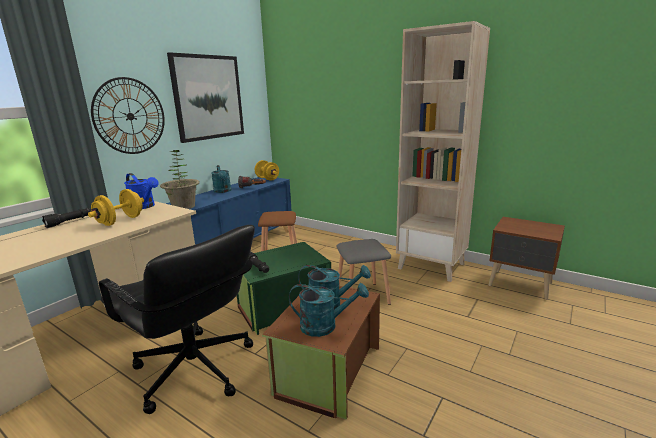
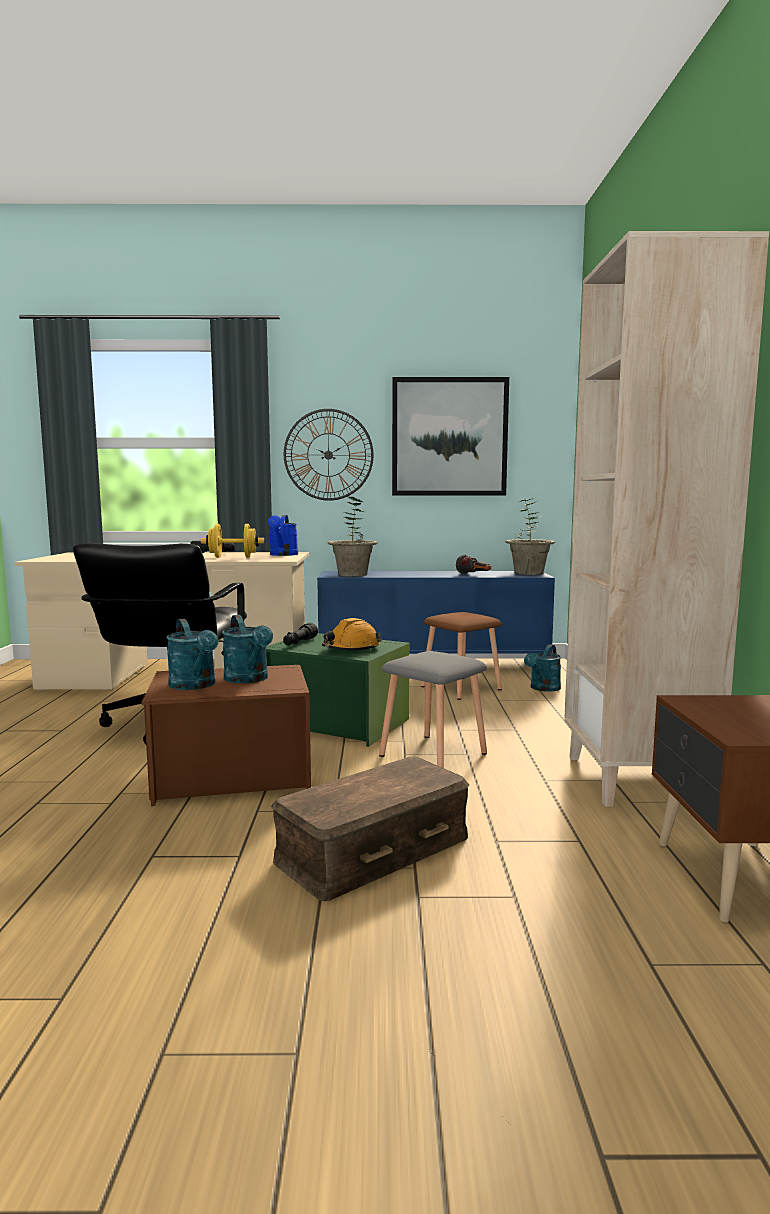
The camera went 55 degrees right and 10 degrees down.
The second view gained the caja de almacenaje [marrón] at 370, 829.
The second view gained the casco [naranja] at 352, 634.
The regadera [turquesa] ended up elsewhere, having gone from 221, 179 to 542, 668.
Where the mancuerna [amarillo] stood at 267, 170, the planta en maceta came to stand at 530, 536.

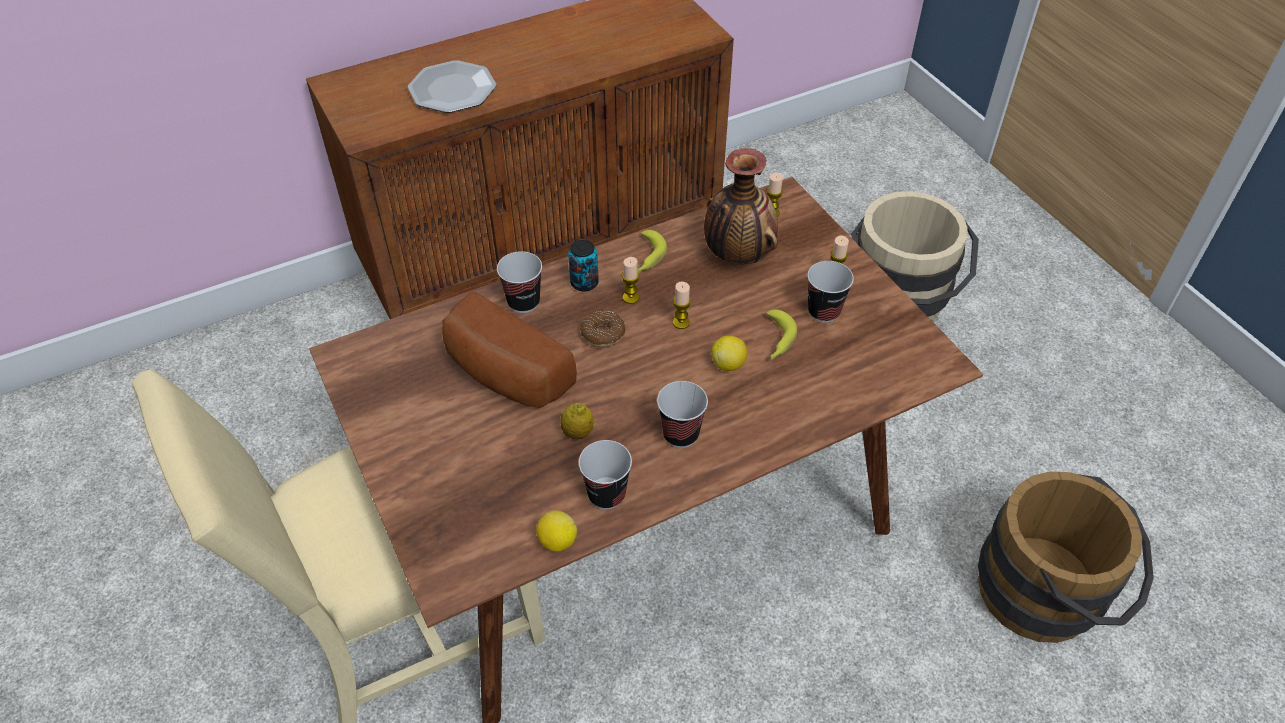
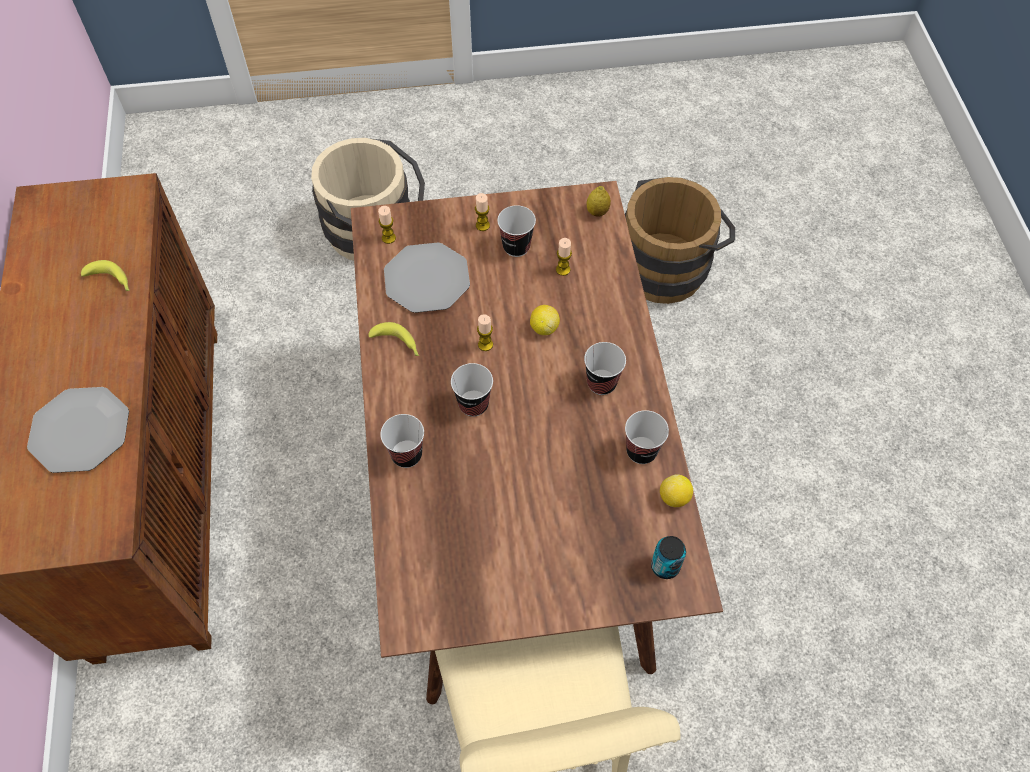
The camera went 70 degrees left and 10 degrees up.
The second view lost the pan at 509, 350.
The limón ended up elsewhere, having gone from 577, 421 to 599, 201.
The lata ended up elsewhere, having gone from 583, 266 to 668, 557.
The vela ended up elsewhere, having gone from 630, 280 to 564, 257.
The plátano ended up elsewhere, having gone from 781, 334 to 105, 275.
Where the rosquilla stood at 603, 329, the taza came to stand at 472, 390.
Where the florero stood at 741, 206, the plato came to stand at 427, 277.

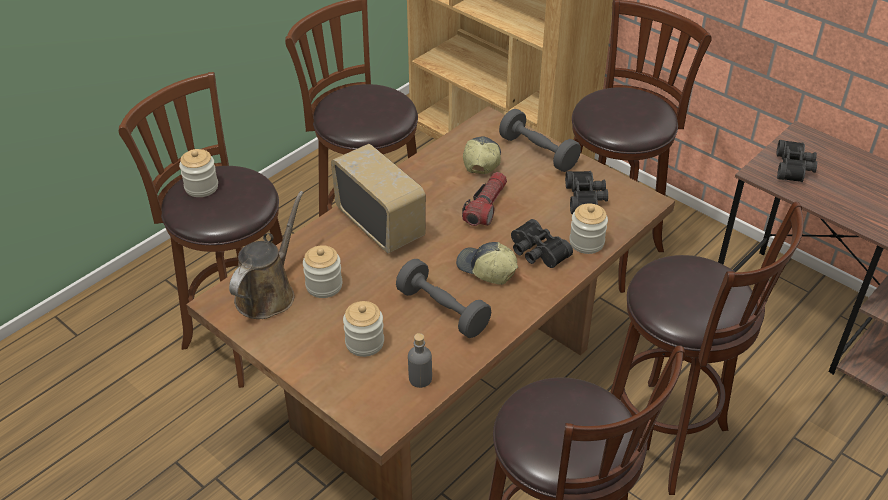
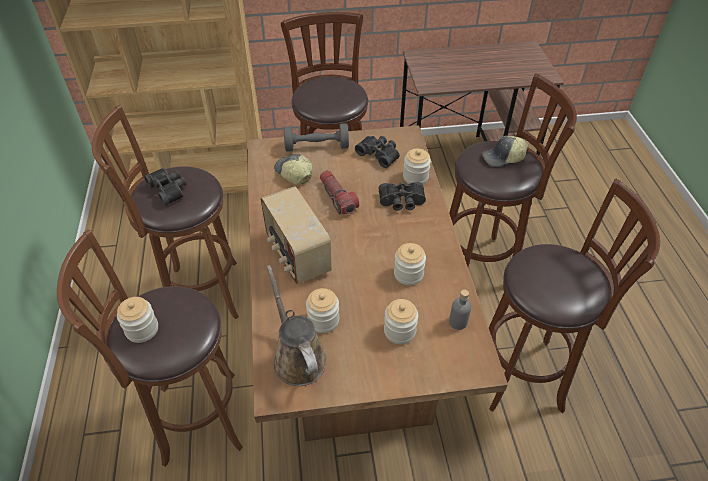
The camera went 50 degrees left and 5 degrees up.
The gorra ended up elsewhere, having gone from 487, 263 to 504, 151.
The prismáticos [negro] ended up elsewhere, having gone from 796, 161 to 165, 187.
Where the mancuerna [gris] stood at 443, 298, the tarro came to stand at 410, 264.
The radio at 378, 198 ended up facing another way, 120 degrees counterclockwise from before.

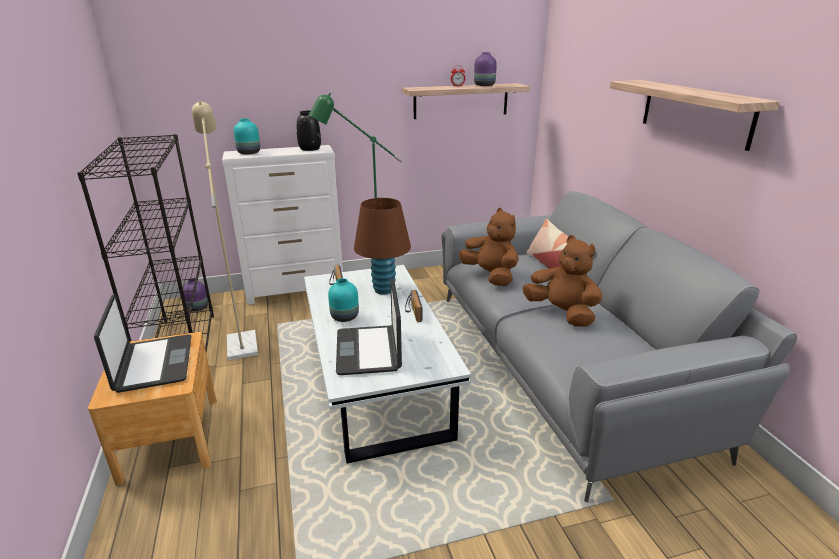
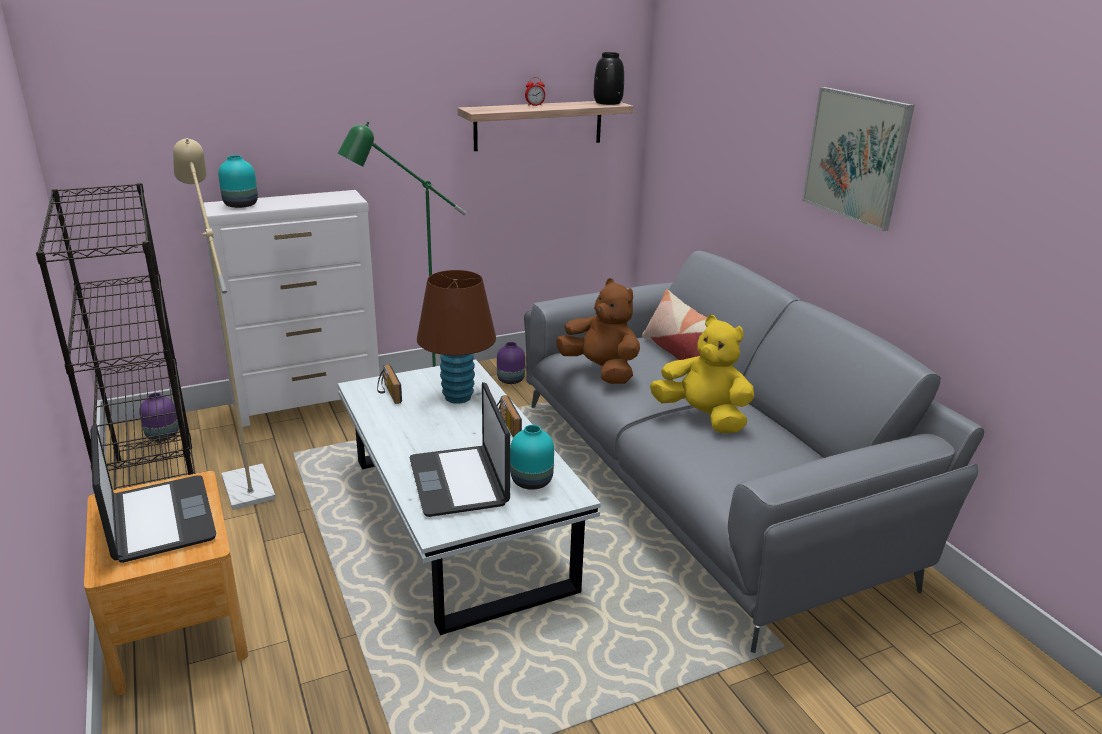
The camera went 10 degrees left and 0 degrees up.
The florero [negro] ended up elsewhere, having gone from 309, 131 to 609, 78.
The florero [turquesa] ended up elsewhere, having gone from 343, 300 to 532, 457.
The florero [morado] ended up elsewhere, having gone from 485, 69 to 511, 363.
Where the estante hung at 695, 115, the cuadro came to hang at 858, 159.
What was the peluche [marrón] at 562, 281 turned into the peluche [amarillo] at 702, 374.

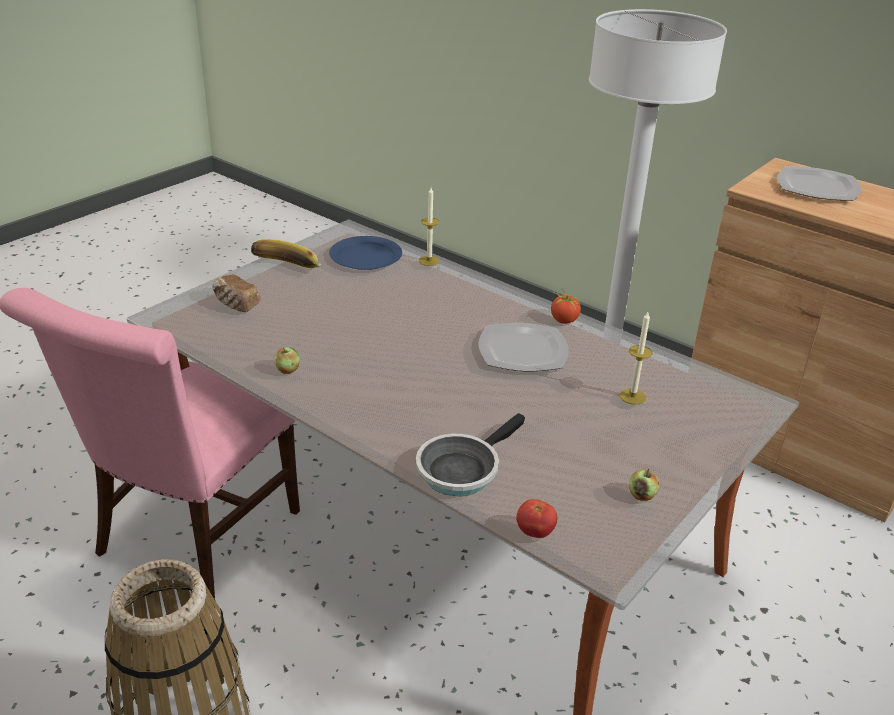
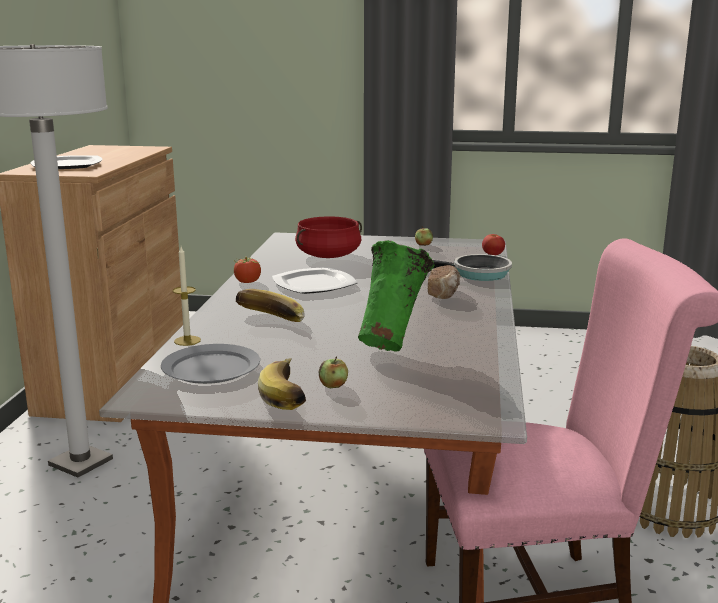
The camera went 120 degrees left and 15 degrees down.
The second view gained the plátano at 270, 305.
The second view gained the florero [verde] at 396, 296.
The pan ended up elsewhere, having gone from 236, 293 to 444, 282.
The manzana ended up elsewhere, having gone from 287, 360 to 333, 372.
Where the vela stood at 636, 358, the olla [rojo] came to stand at 328, 237.
What was the plato [azul] at 365, 253 turned into the plato [gris] at 210, 364.

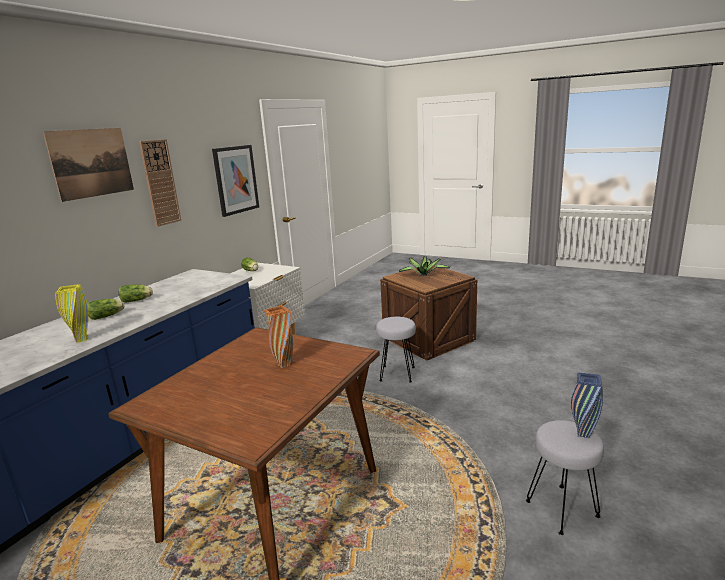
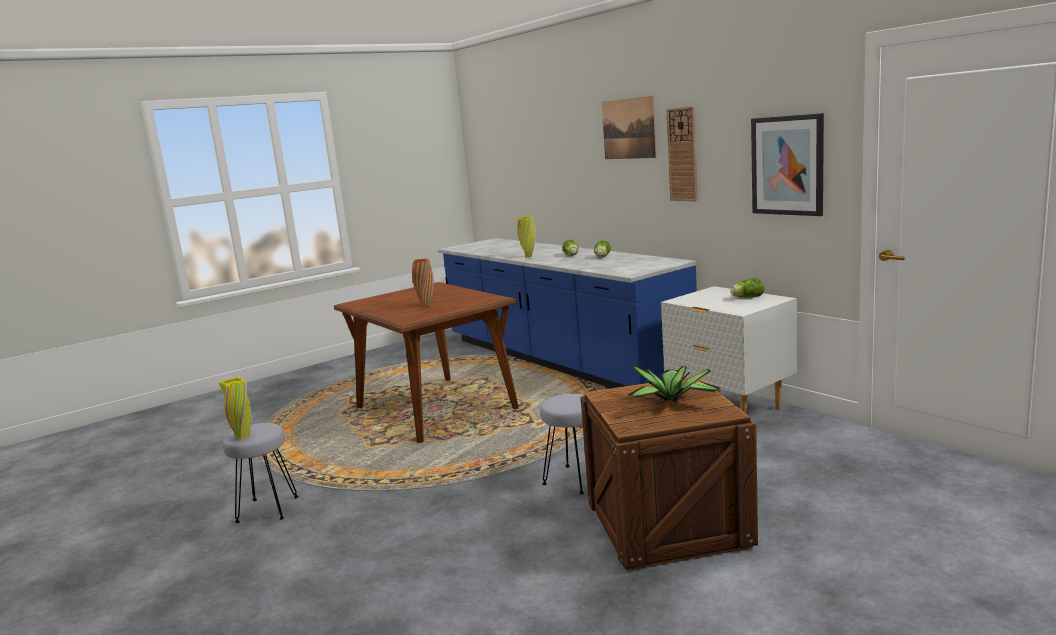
The camera went 115 degrees right and 5 degrees down.
What was the florero [azul] at 587, 405 turned into the florero [amarillo] at 235, 408.

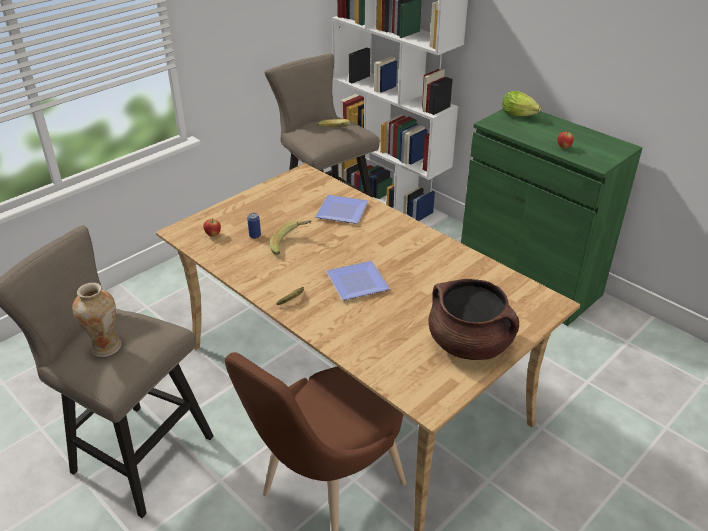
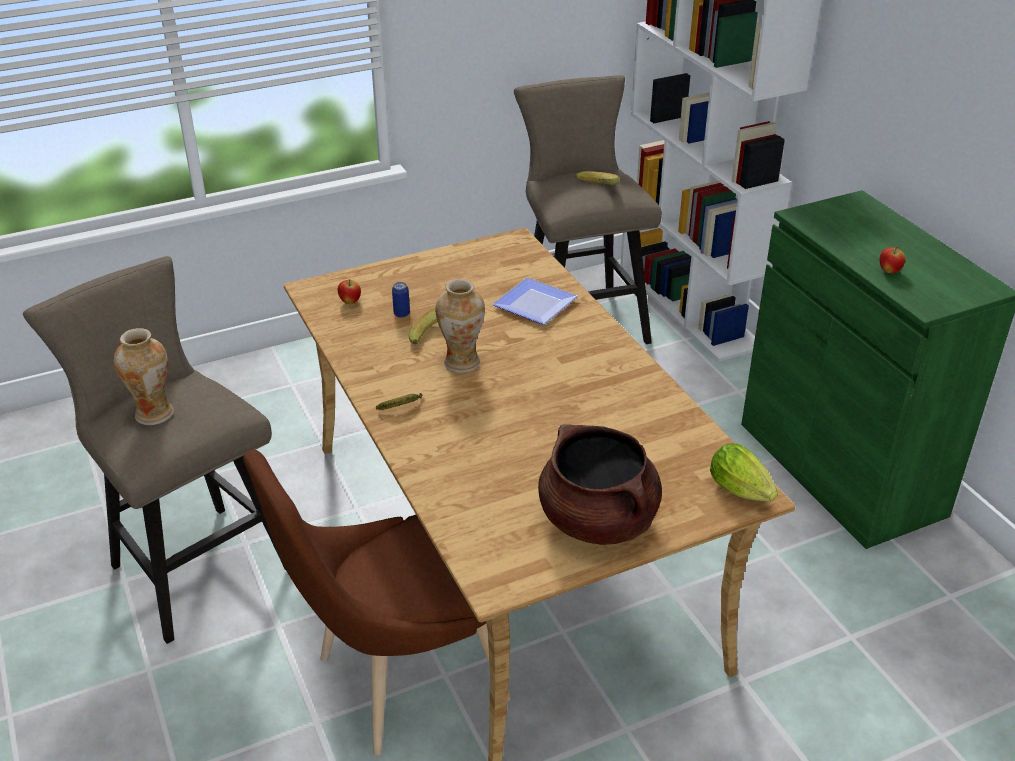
The camera went 20 degrees right and 0 degrees up.
The second view lost the plato at 358, 280.
The second view gained the florero at 460, 326.
The lechuga ended up elsewhere, having gone from 521, 104 to 744, 472.

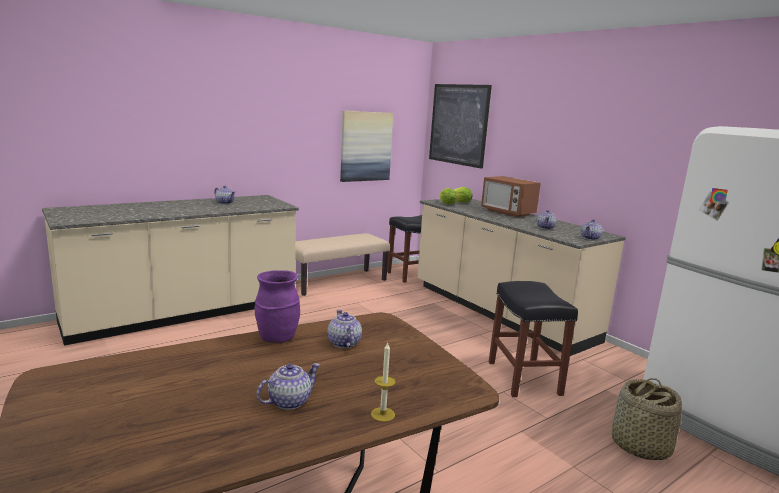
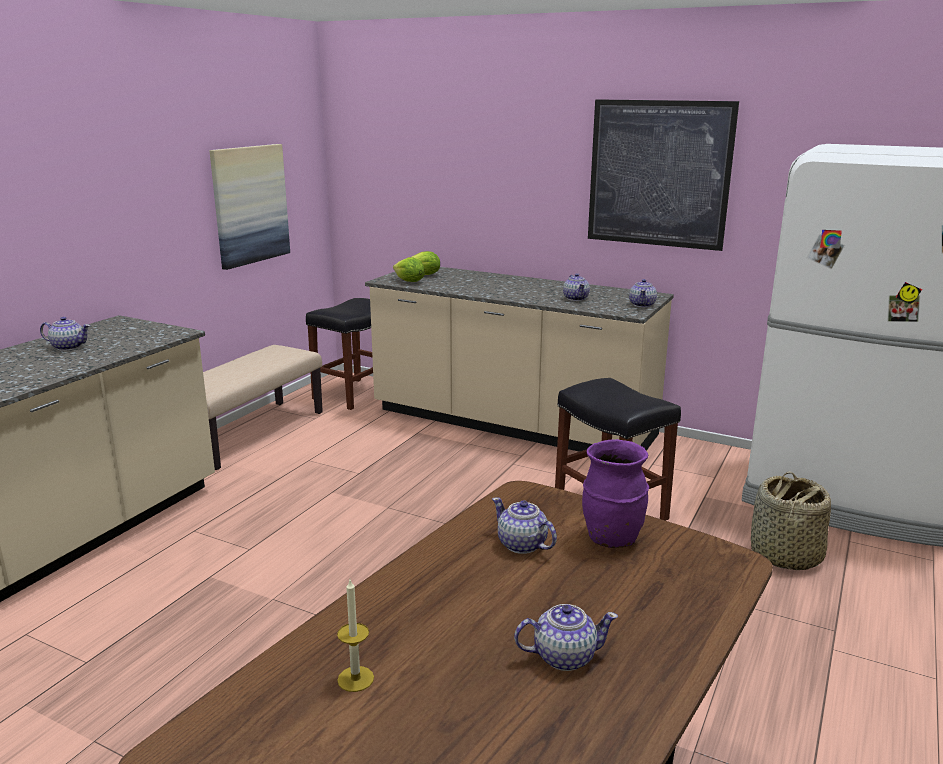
The camera went 25 degrees left and 5 degrees up.
The second view lost the microondas at 511, 196.
The florero [morado] ended up elsewhere, having gone from 277, 306 to 615, 493.
The vela ended up elsewhere, having gone from 383, 382 to 355, 636.
The cuadro ended up elsewhere, having gone from 460, 126 to 663, 175.
The tetera at 288, 386 ended up facing another way, 60 degrees clockwise from before.

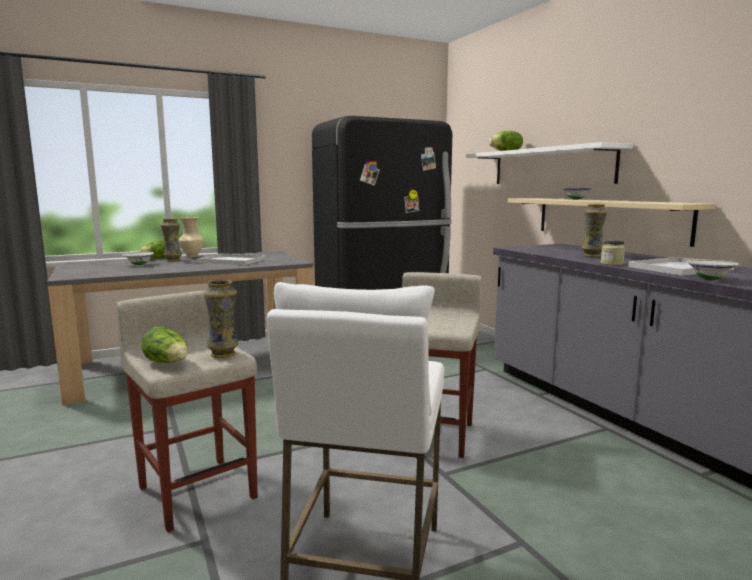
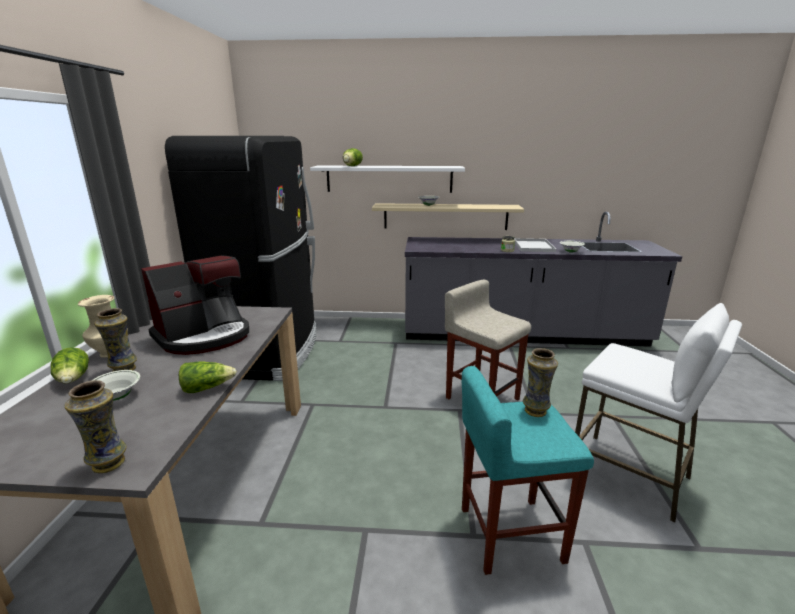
The camera went 60 degrees left and 10 degrees up.
The lechuga ended up elsewhere, having gone from 164, 344 to 208, 377.
The florero ended up elsewhere, having gone from 594, 230 to 95, 426.
Where the bandeja [blanco] stood at 231, 259, the cafetera came to stand at 195, 305.
What was the taburete [beis] at 186, 411 turned into the taburete [turquesa] at 528, 470.

